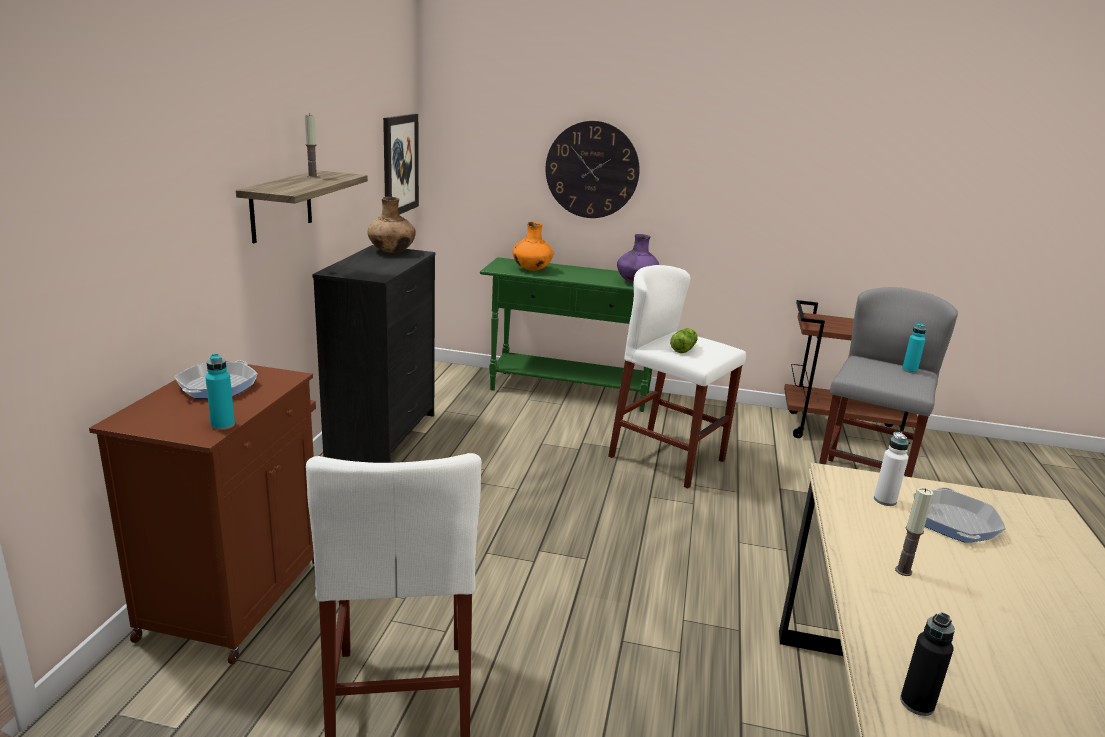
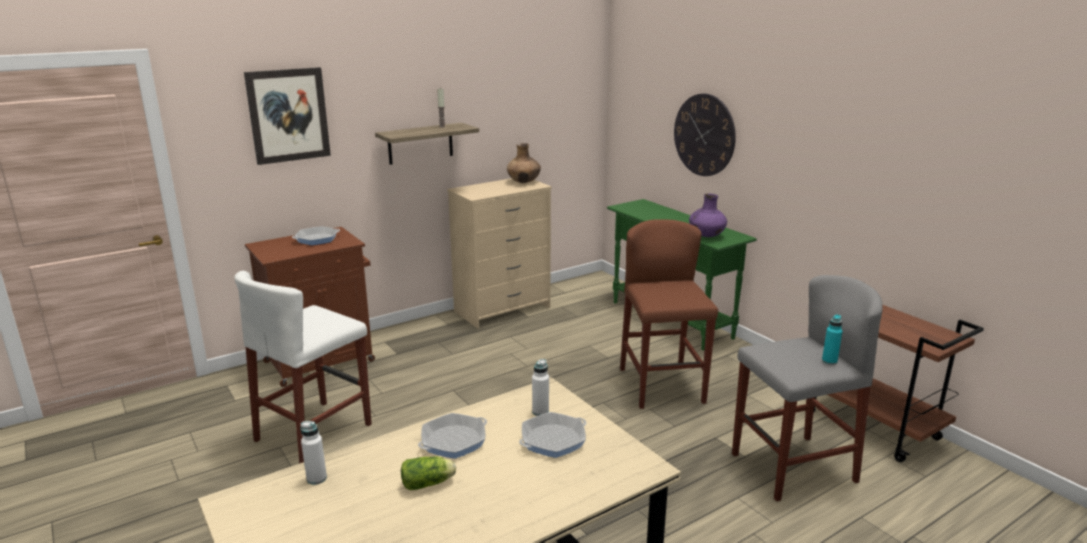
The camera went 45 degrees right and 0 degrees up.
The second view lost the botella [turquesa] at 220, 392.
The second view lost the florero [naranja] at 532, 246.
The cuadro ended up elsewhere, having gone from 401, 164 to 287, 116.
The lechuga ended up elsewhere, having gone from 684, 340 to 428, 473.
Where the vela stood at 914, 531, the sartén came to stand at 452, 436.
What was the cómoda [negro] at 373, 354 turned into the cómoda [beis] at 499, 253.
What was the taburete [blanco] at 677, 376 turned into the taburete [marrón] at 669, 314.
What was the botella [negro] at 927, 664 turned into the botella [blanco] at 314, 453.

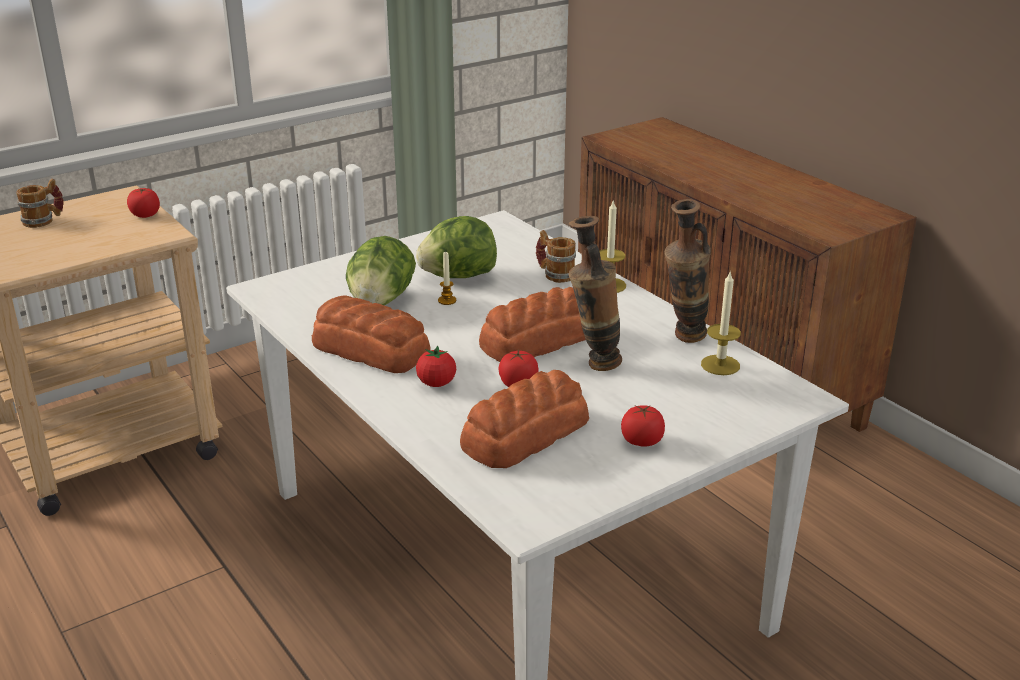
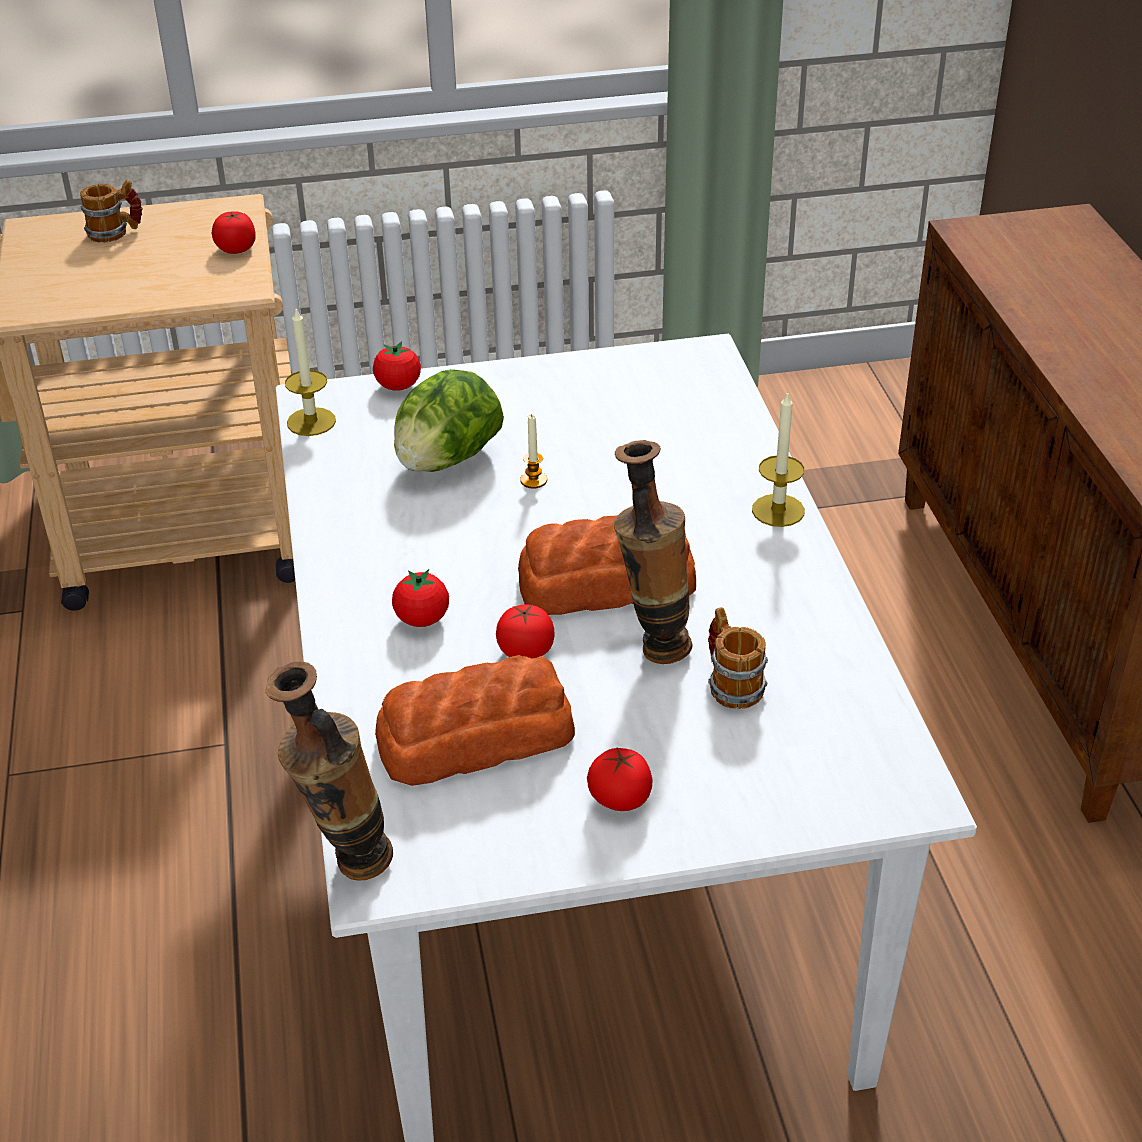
The camera went 25 degrees right and 10 degrees up.
The second view lost the pan at 371, 334.
The second view lost the lechuga at 456, 247.
The second view gained the tomate at 397, 366.
The taza grande ended up elsewhere, having gone from 556, 256 to 738, 658.
The florero ended up elsewhere, having gone from 687, 271 to 329, 771.
The vela ended up elsewhere, having gone from 721, 322 to 310, 372.

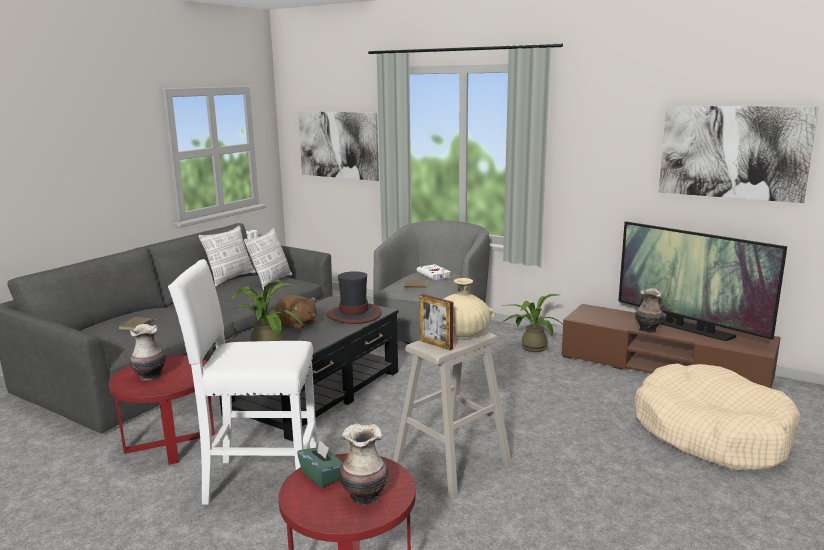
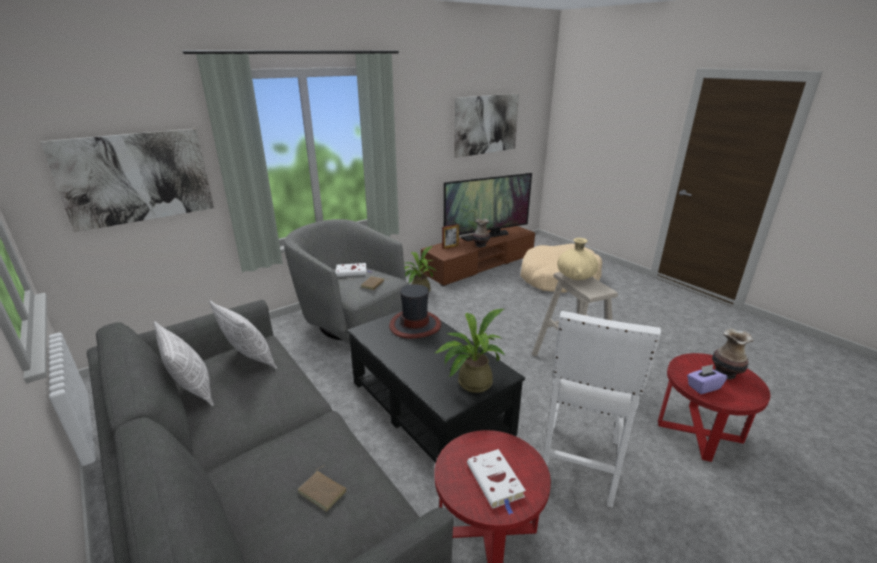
The camera went 70 degrees left and 10 degrees up.
The second view lost the peluche [marrón] at 295, 312.
The portarretratos ended up elsewhere, having gone from 436, 322 to 450, 236.
Where the florero stood at 147, 352, the libro [blanco] came to stand at 496, 482.
What was the caja de pañuelos [verde] at 320, 464 turned into the caja de pañuelos [morado] at 707, 379.

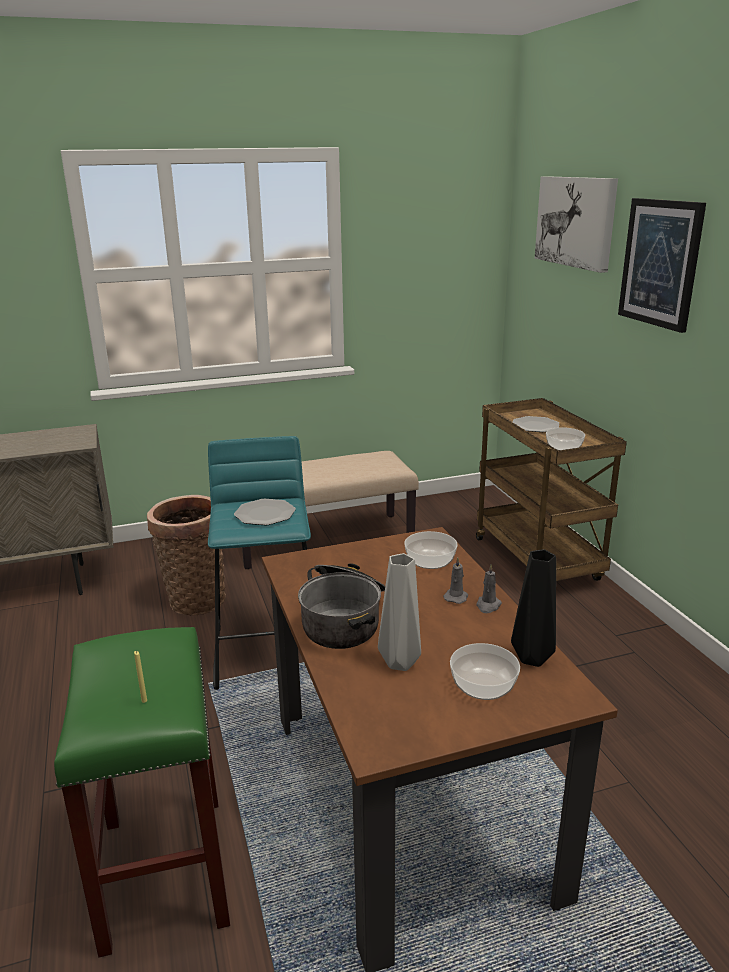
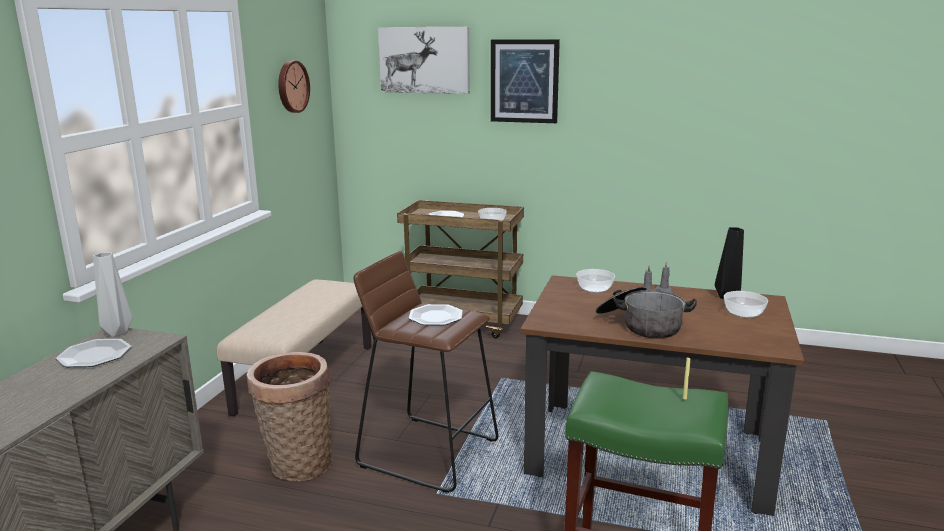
The camera went 55 degrees left and 5 degrees down.
The second view gained the plato at 93, 353.
The second view gained the reloj de pared at 294, 87.
The florero [gris] ended up elsewhere, having gone from 399, 612 to 112, 294.
What was the taburete [turquesa] at 259, 563 turned into the taburete [marrón] at 426, 372.

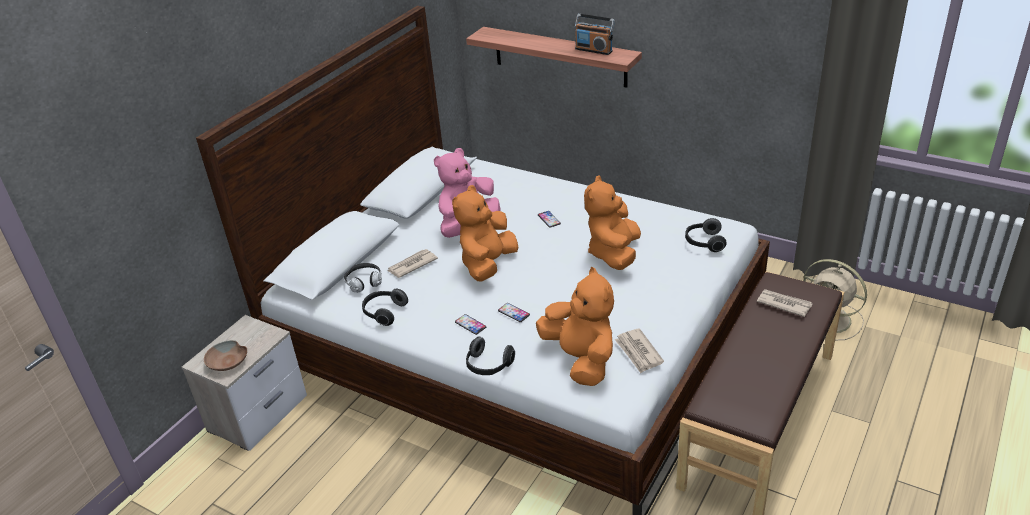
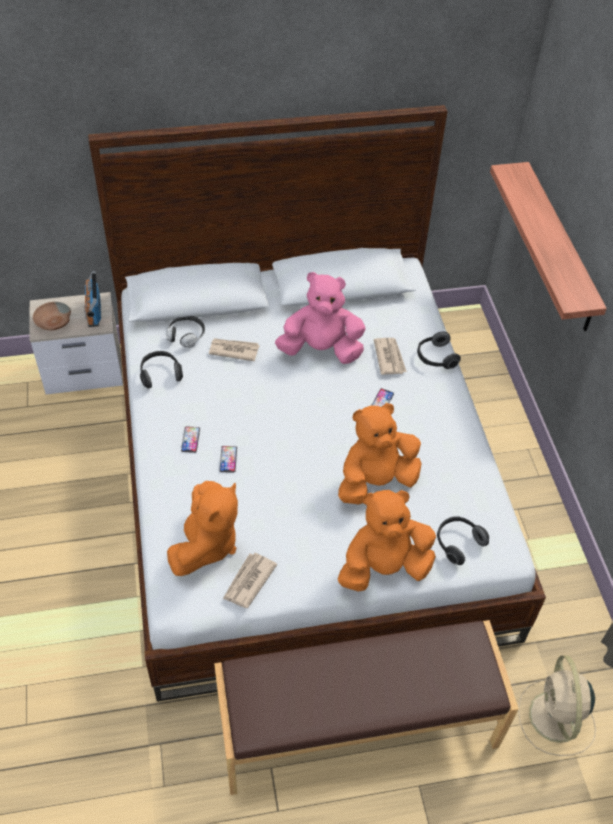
The camera went 45 degrees right and 15 degrees up.
The peluche [naranja] ended up elsewhere, having gone from 485, 233 to 387, 540.
The auriculares ended up elsewhere, having gone from 490, 355 to 439, 350.
The radio ended up elsewhere, having gone from 595, 34 to 92, 299.
The periódico ended up elsewhere, having gone from 785, 303 to 390, 356.

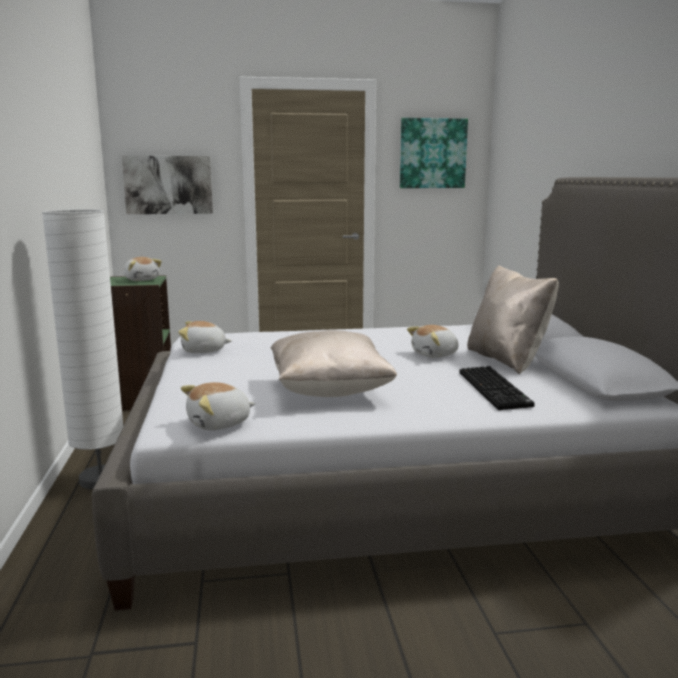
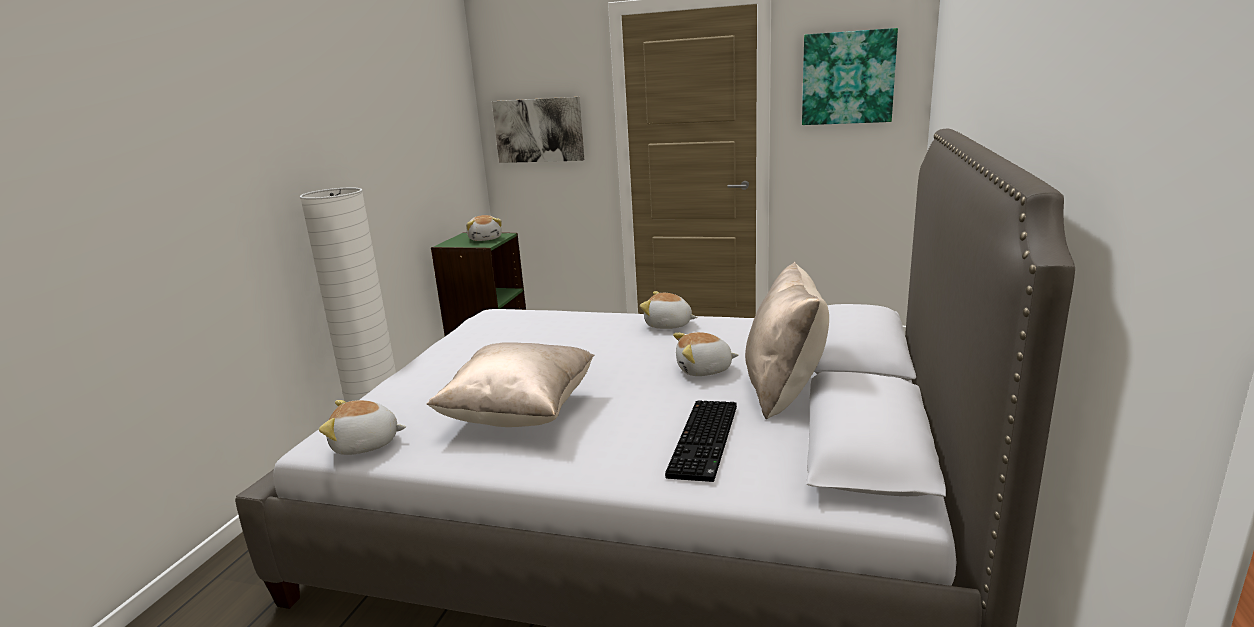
The camera went 25 degrees right and 5 degrees up.
The peluche ended up elsewhere, having gone from 204, 337 to 668, 310.

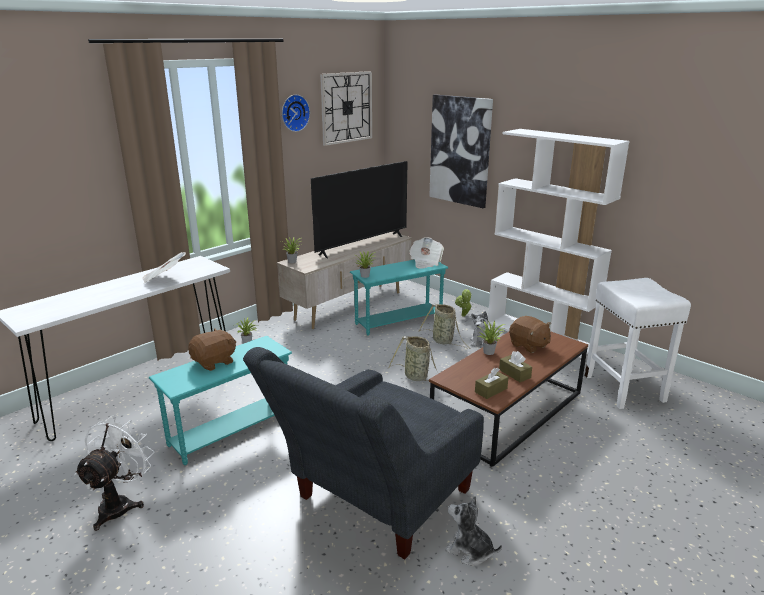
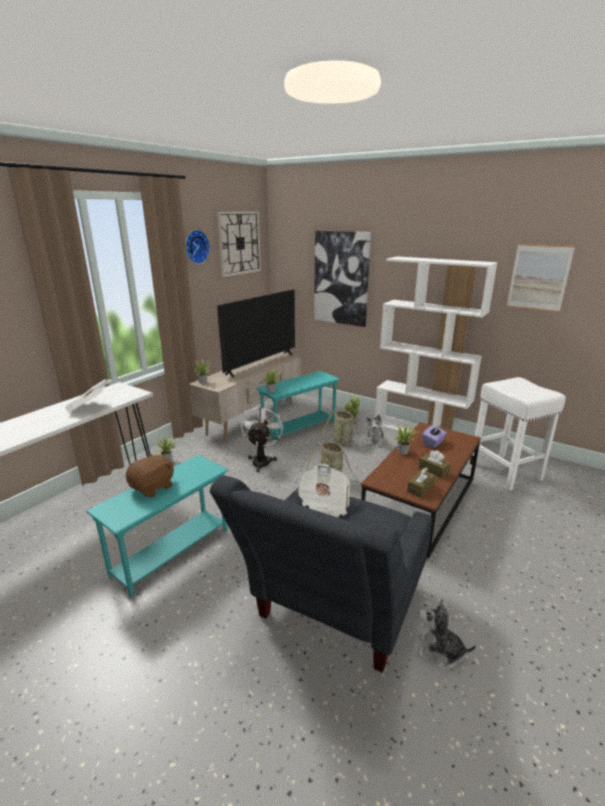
The camera went 10 degrees left and 0 degrees up.
The second view gained the cuadro at 541, 278.
The ventilador [blanco] ended up elsewhere, having gone from 114, 473 to 262, 438.
The periódico ended up elsewhere, having gone from 426, 253 to 324, 490.
Where the peluche [marrón] stood at 530, 334, the caja de pañuelos [morado] came to stand at 434, 436.

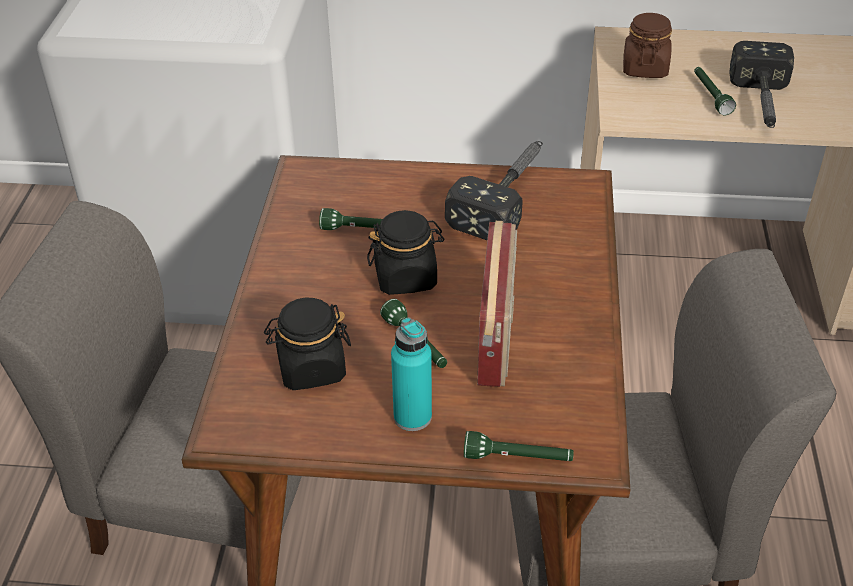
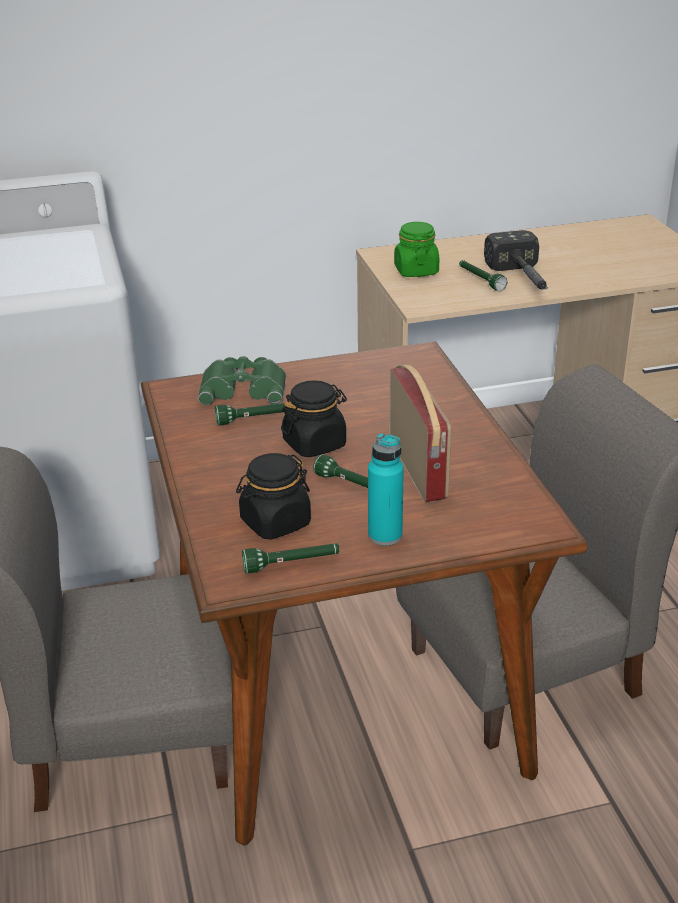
The camera went 20 degrees left and 10 degrees down.
The second view lost the martillo at 494, 190.
The second view gained the prismáticos [verde] at 242, 380.
The linterna [verde] ended up elsewhere, having gone from 519, 446 to 290, 558.
What was the tarro [marrón] at 647, 45 turned into the tarro [verde] at 416, 249.

